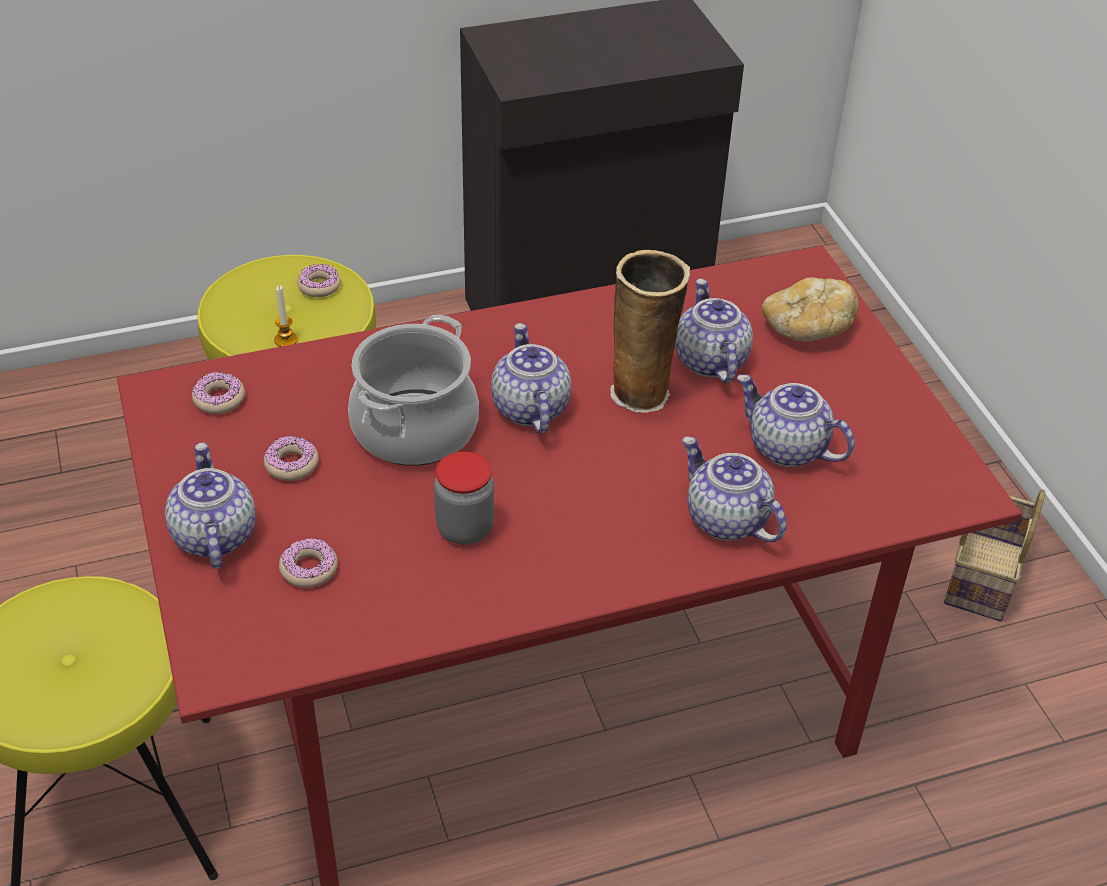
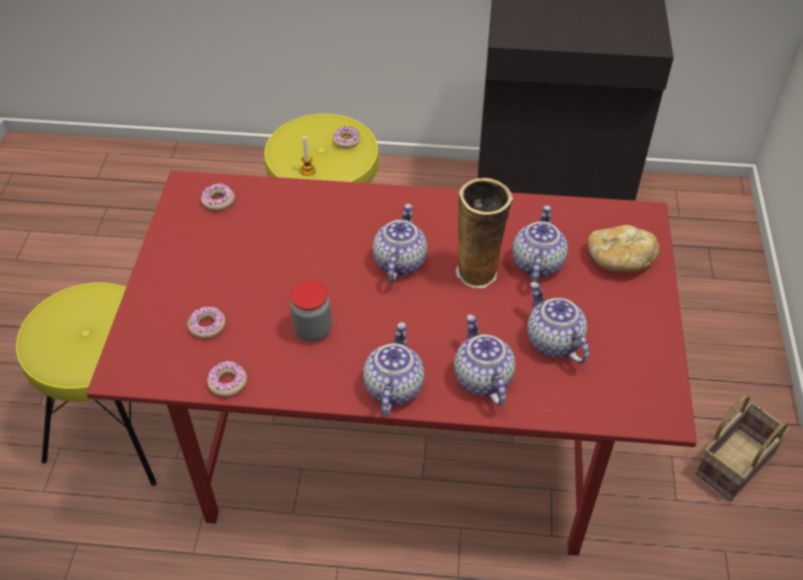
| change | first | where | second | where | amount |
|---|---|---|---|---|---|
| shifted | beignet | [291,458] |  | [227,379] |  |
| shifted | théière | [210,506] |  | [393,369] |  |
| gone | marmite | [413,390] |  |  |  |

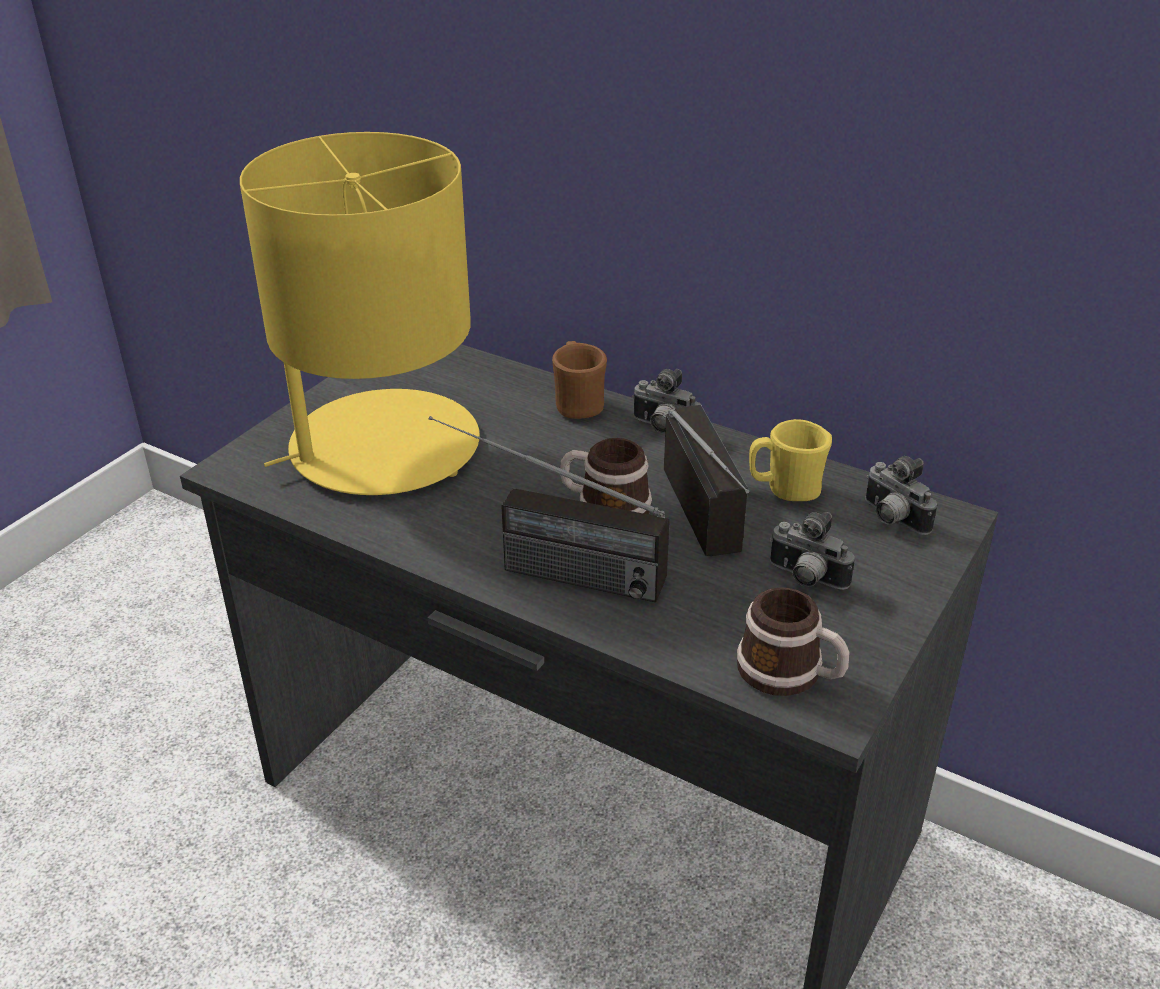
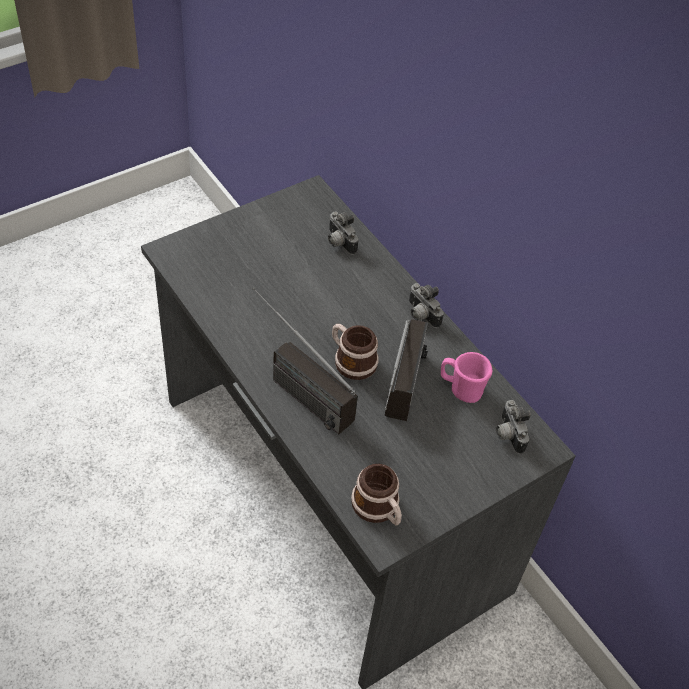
| change | first | where | second | where | amount |
|---|---|---|---|---|---|
| shifted | appareil photo | [812,551] |  | [343,233] |  |
| repainted | mug (jaune) | [790,460] | mug (rose) | [466,377] |  |
| gone | lampe de table (jaune) | [360,313] |  |  |  |
| gone | mug (marron) | [579,380] |  |  |  |

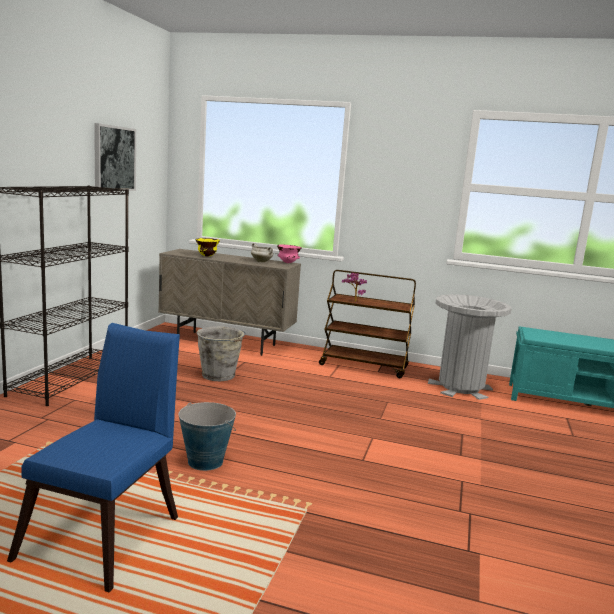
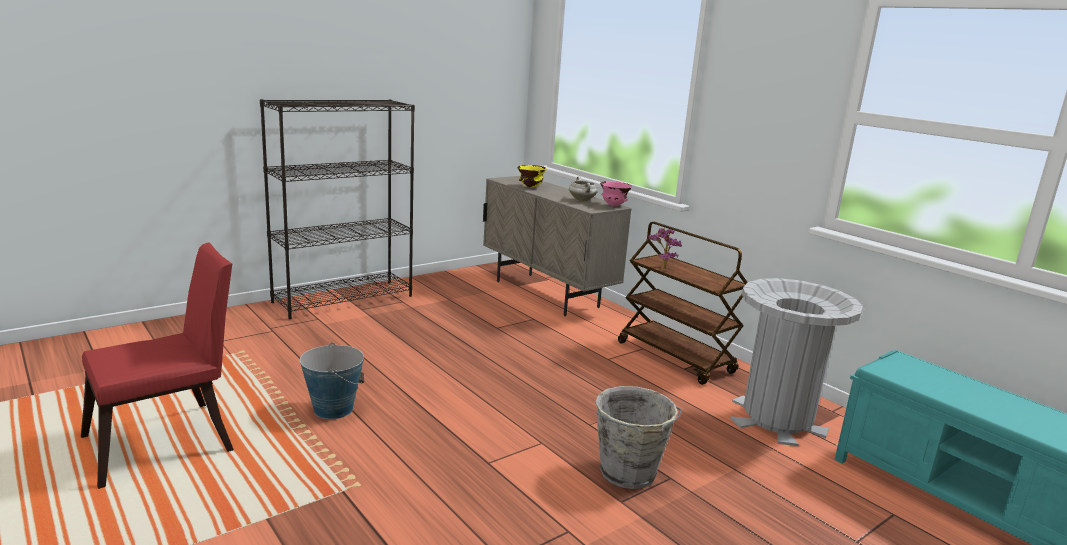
| change | first | where | second | where | amount |
|---|---|---|---|---|---|
| repainted | chaise (bleu) | [93,457] | chaise (rouge) | [157,365] |  |
| shifted | seau (gris) | [221,354] |  | [638,437] |  |
| gone | tableau | [115,157] |  |  |  |

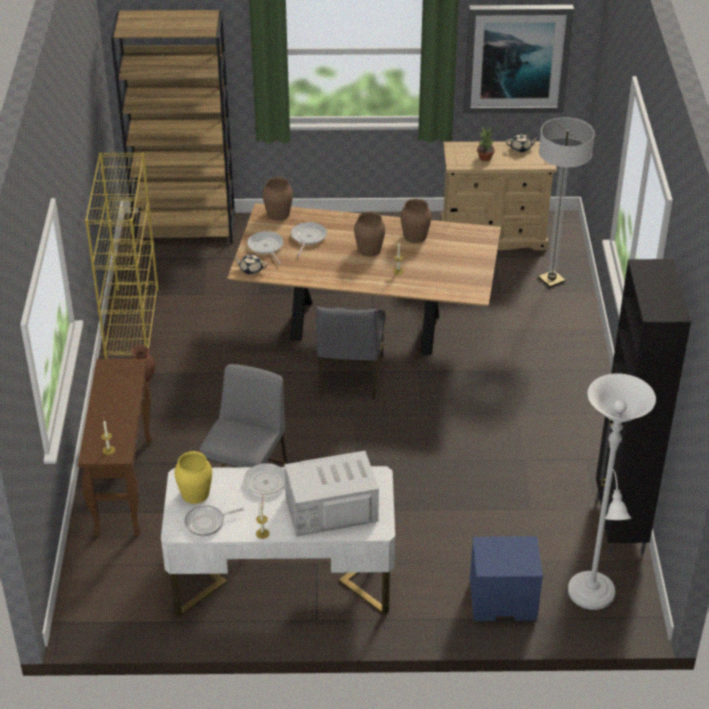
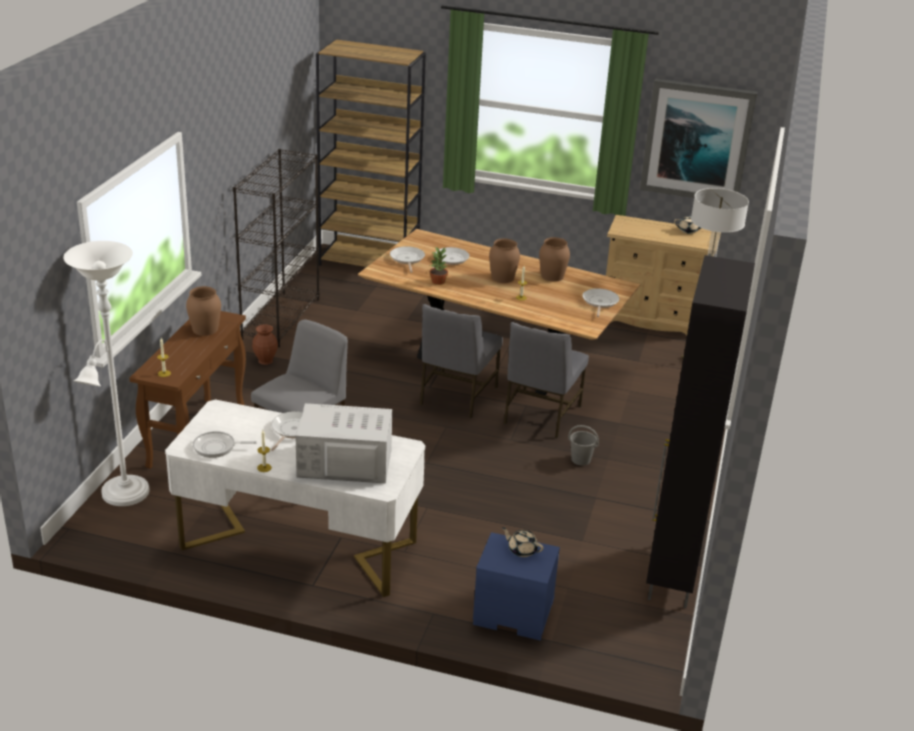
| change | first | where | second | where | amount |
|---|---|---|---|---|---|
| shifted | lampadaire (blanc) | [612,491] |  | [106,373] |  |
| shifted | vase (marron) | [277,199] |  | [203,311] |  |
| repainted | bibliothèque (jaune) | [121,255] | bibliothèque (noir) | [276,248] |  |
| shifted | plante en pot | [486,144] |  | [439,265] |  |
| shifted | théière (beige) | [250,264] |  | [523,542] |  |
| new |  |  | chaise (gris) | [546,380] |  |
| new |  |  | seau (gris) | [583,445] |  |
| new |  |  | poêle | [600,302] |  |
| gone | vase (jaune) | [193,477] |  |  |  |

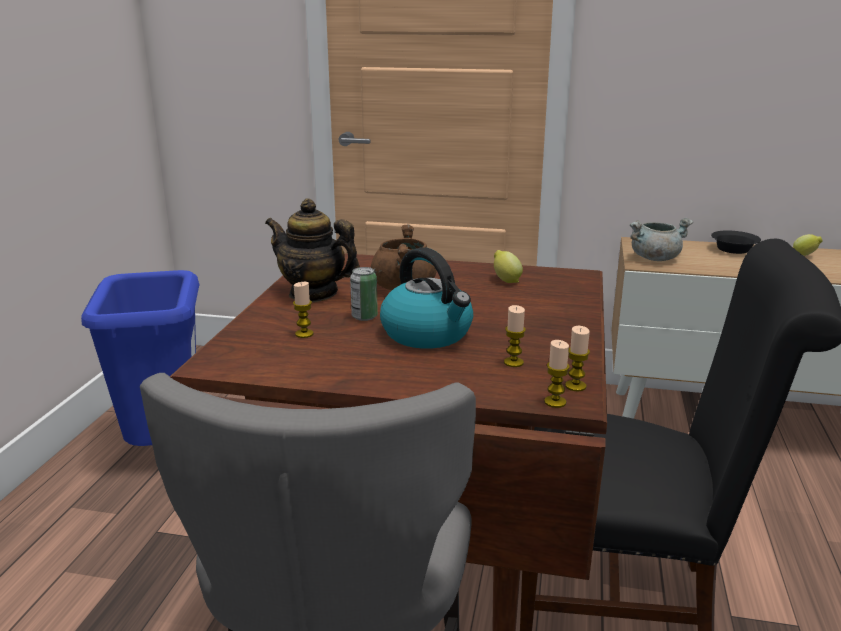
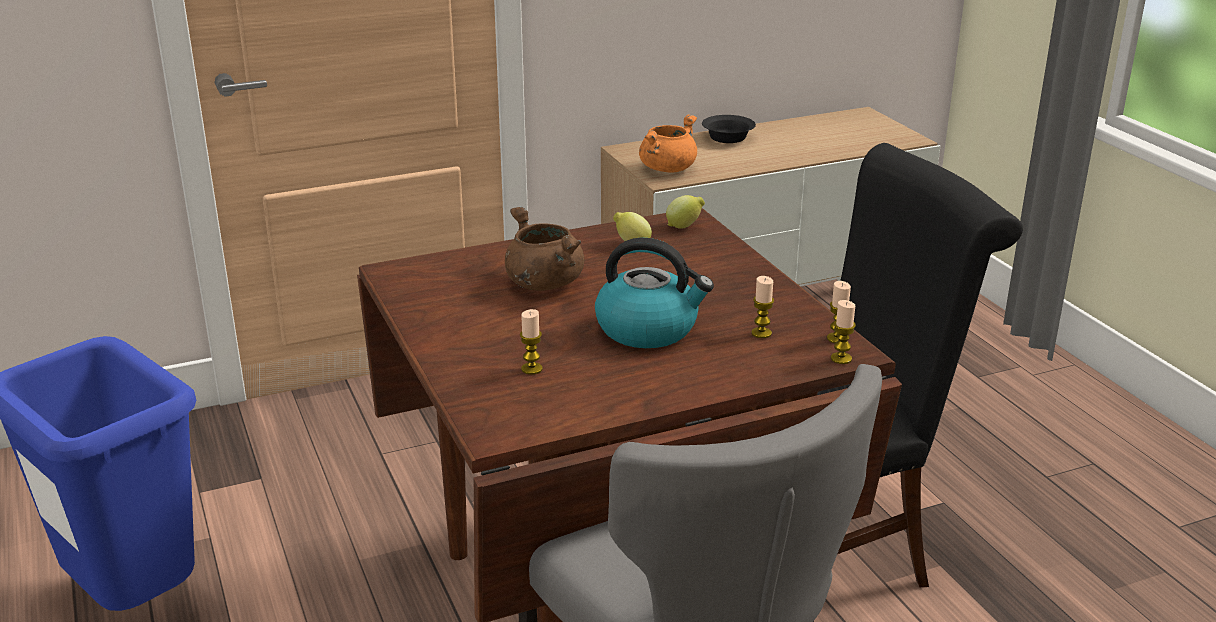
| change | first | where | second | where | amount |
|---|---|---|---|---|---|
| repainted | marmite (gris) | [661,239] | marmite (orange) | [668,143] |  |
| shifted | citron | [808,245] |  | [685,212] |  |
| gone | théière | [312,250] |  |  |  |
| gone | boîte métallique | [364,294] |  |  |  |

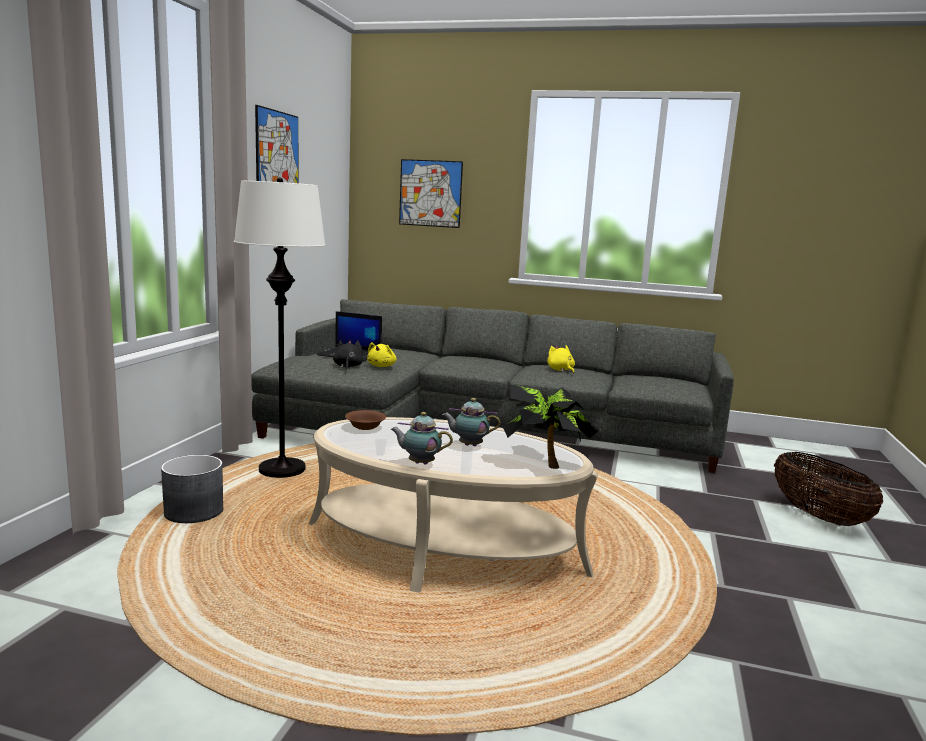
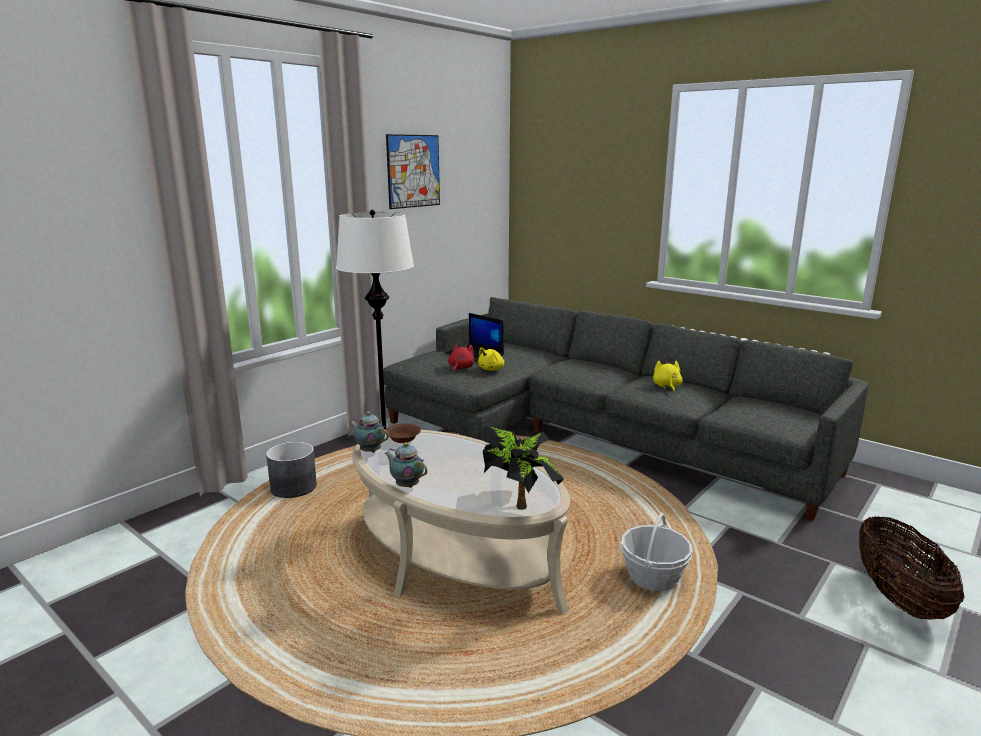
| change | first | where | second | where | amount |
|---|---|---|---|---|---|
| shifted | théière | [471,422] |  | [369,432] |  |
| repainted | peluche (noir) | [348,355] | peluche (rouge) | [461,358] |  |
| new |  |  | panier | [656,552] |  |
| gone | tableau | [431,193] |  |  |  |

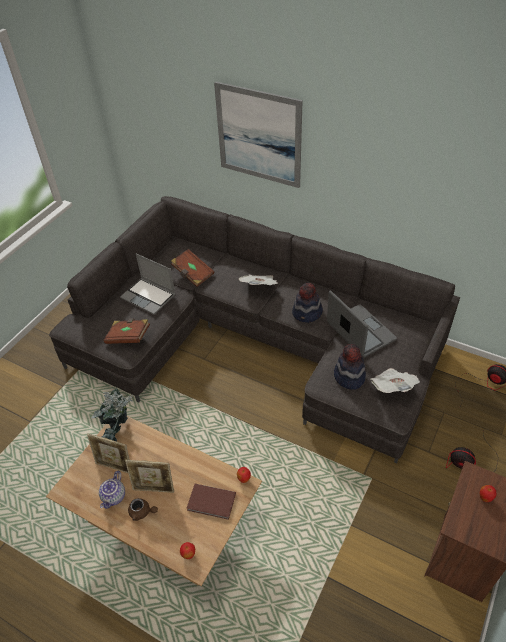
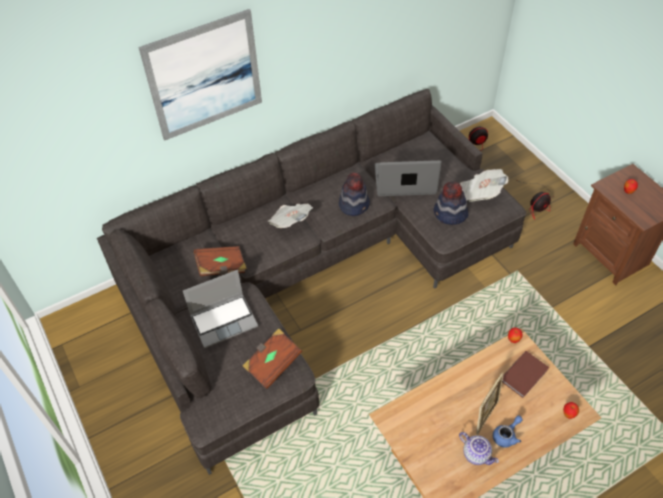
| change | first | where | second | where | amount |
|---|---|---|---|---|---|
| repainted | théière (marron) | [143,509] | théière (bleu) | [508,431] |  |
| gone | cadre photo | [108,453] |  |  |  |
| gone | plante en pot | [112,414] |  |  |  |

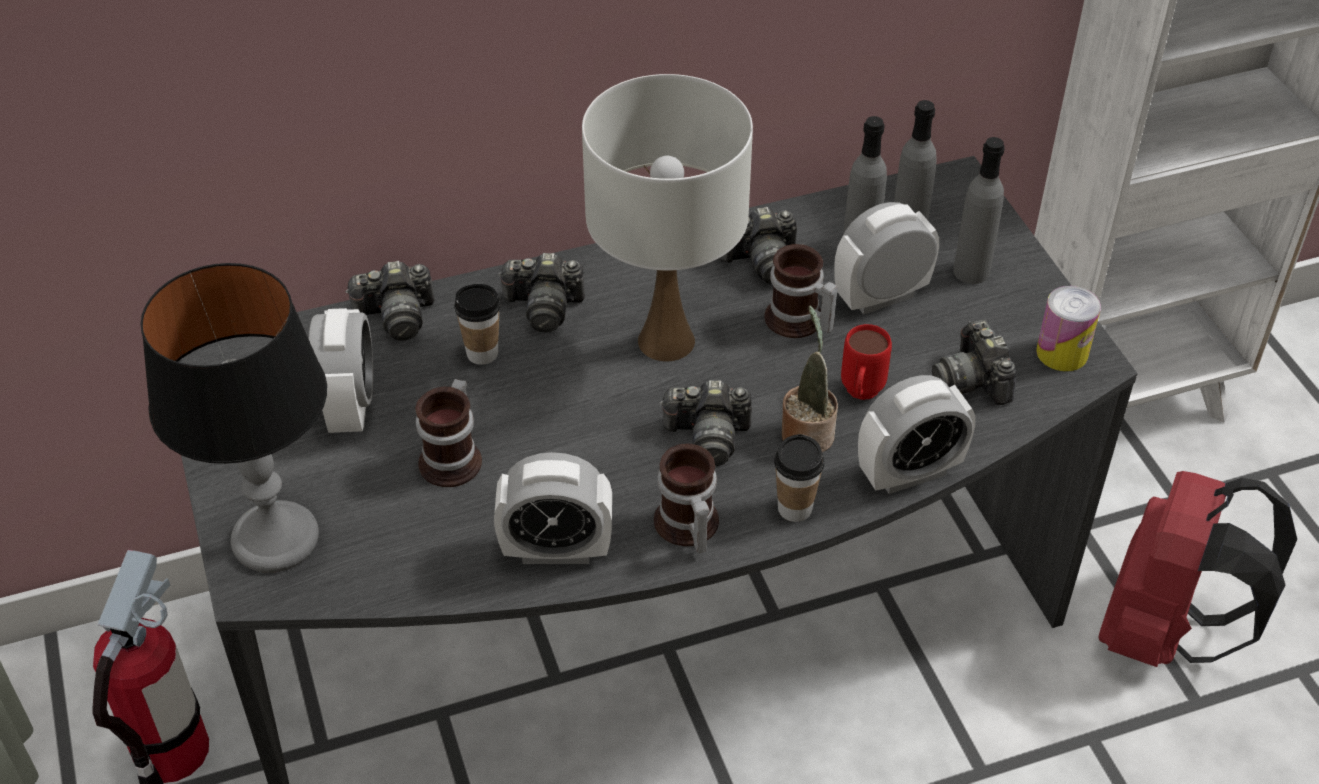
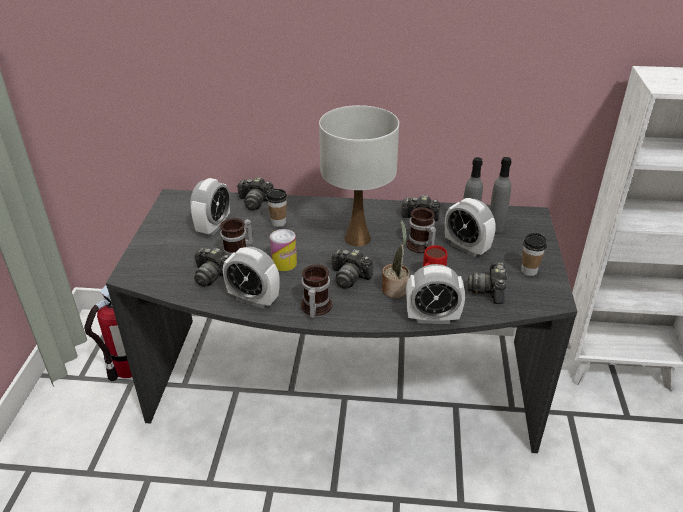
| change | first | where | second | where | amount |
|---|---|---|---|---|---|
| shifted | appareil photo | [541,292] |  | [212,267] |  |
| shifted | boîte métallique | [1068,329] |  | [283,250] |  |
| rotated | réveil | [886,258] |  | [470,227] | 135 degrees counterclockwise |
| shifted | tasse | [799,478] |  | [534,254] |  |
| gone | lampe de table | [233,418] |  |  |  |
| gone | bouteille (gris) | [979,210] |  |  |  |
| gone | sac à dos (rouge) | [1198,569] |  |  |  |

